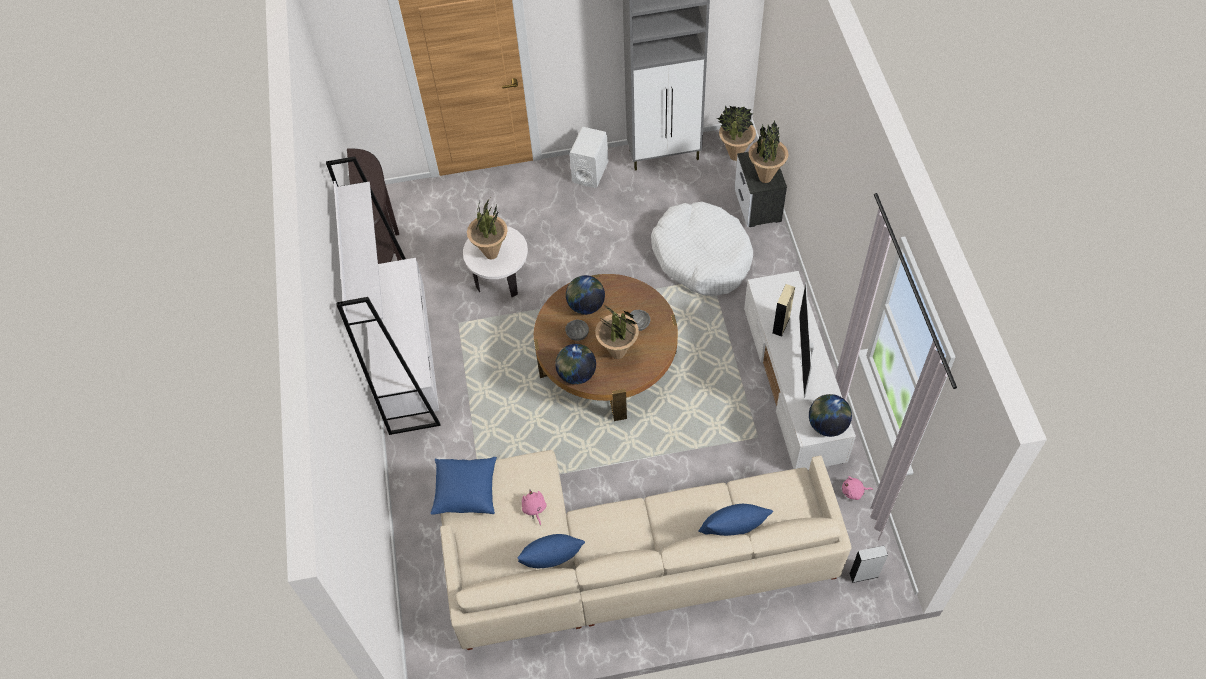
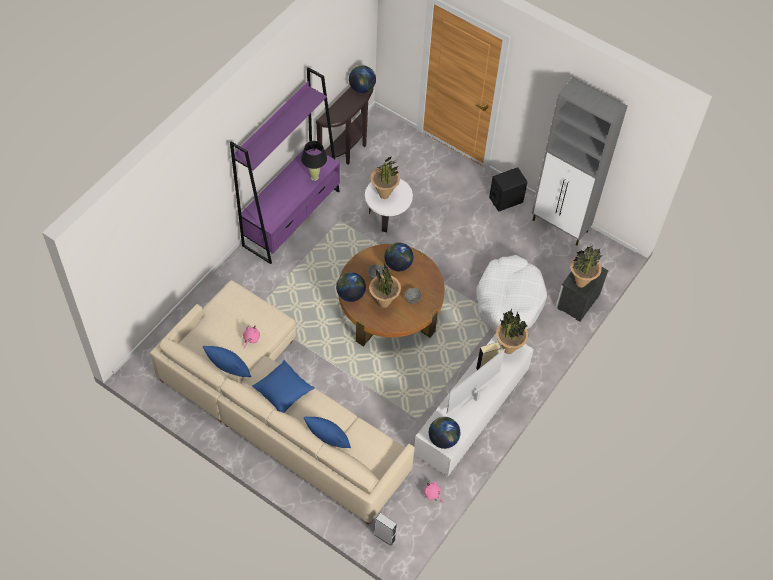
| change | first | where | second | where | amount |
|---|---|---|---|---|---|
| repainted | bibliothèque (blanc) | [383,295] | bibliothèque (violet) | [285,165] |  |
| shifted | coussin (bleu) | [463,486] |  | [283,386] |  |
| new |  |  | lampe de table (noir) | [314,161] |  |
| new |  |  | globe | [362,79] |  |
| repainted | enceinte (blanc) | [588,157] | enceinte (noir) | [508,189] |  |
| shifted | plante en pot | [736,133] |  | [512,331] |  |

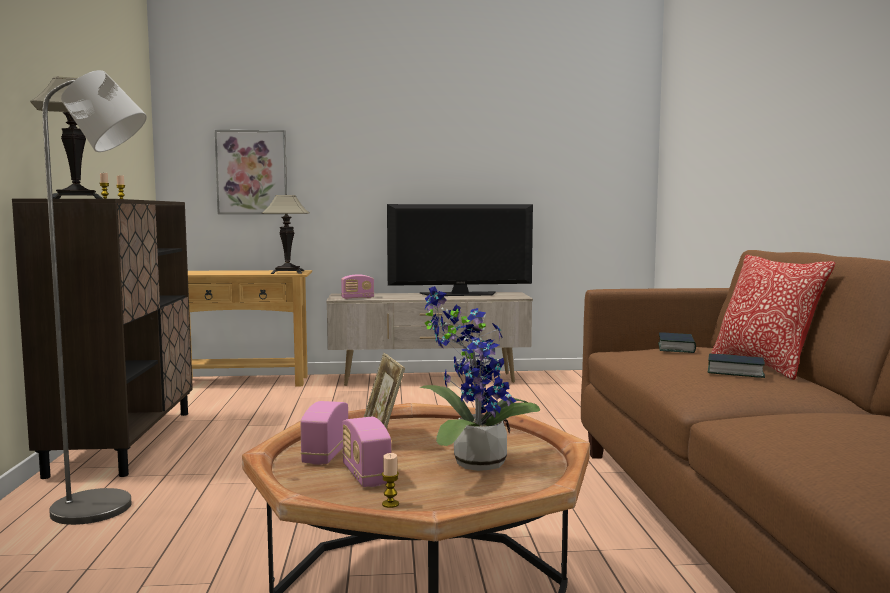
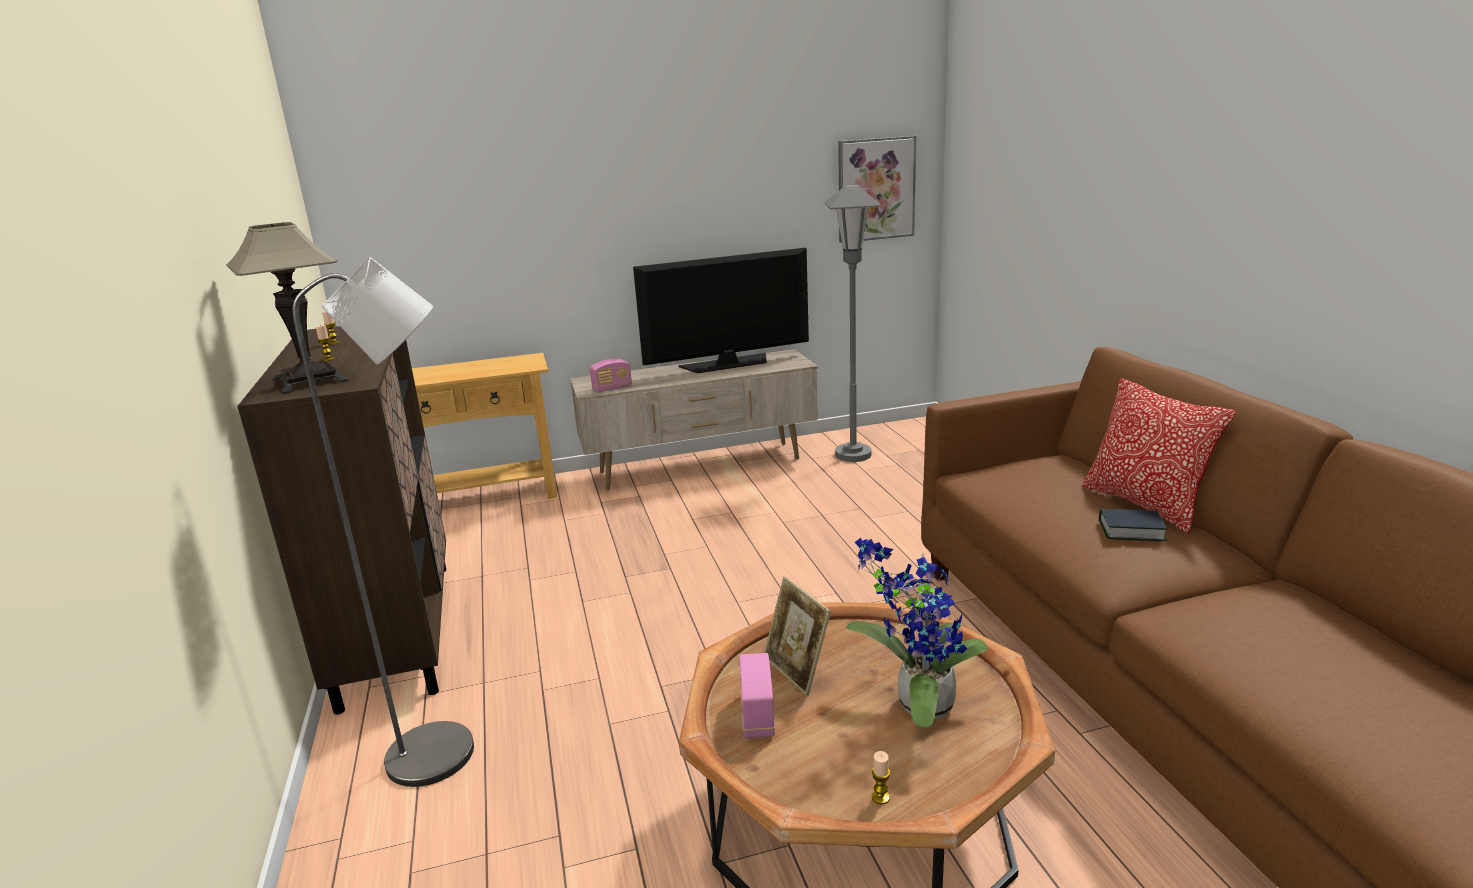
| change | first | where | second | where | amount |
|---|---|---|---|---|---|
| new |  |  | lampadaire (gris) | [853,323] |  |
| shifted | tableau | [251,172] |  | [877,189] |  |
| gone | lampe de table | [286,234] |  |  |  |
| gone | radio | [366,452] |  |  |  |
| gone | livre | [677,342] |  |  |  |

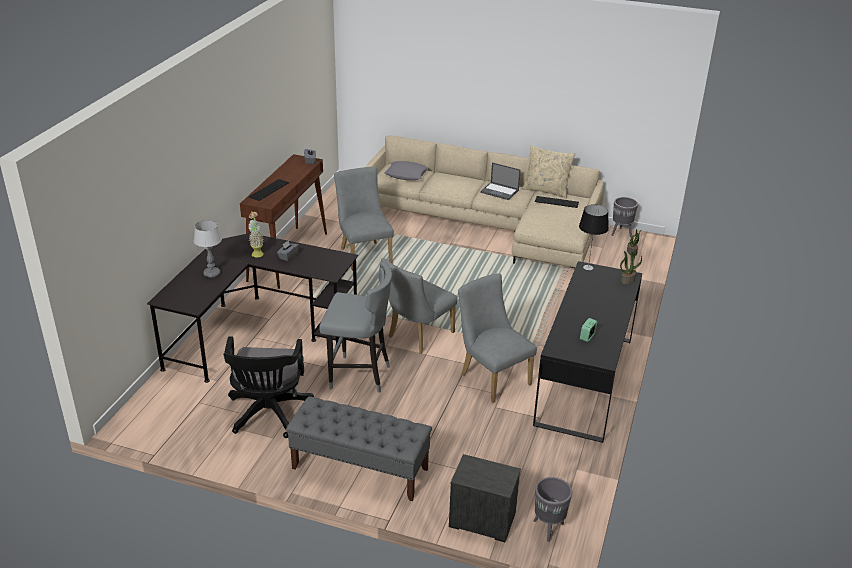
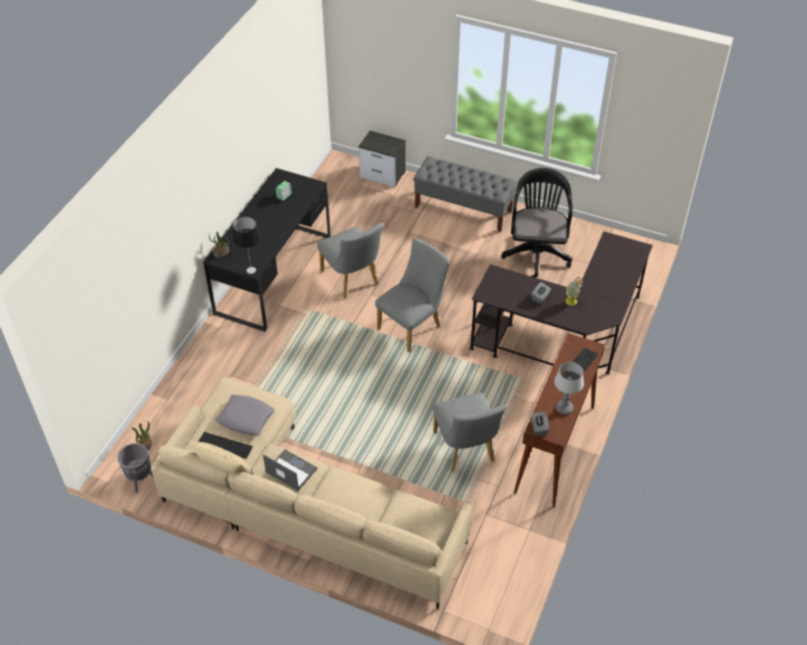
| change | first | where | second | where | amount |
|---|---|---|---|---|---|
| shifted | coussin (gris) | [406,170] |  | [245,415] |  |
| shifted | lampe de table | [208,249] |  | [569,388] |  |
| gone | tabouret (gris) | [355,327] |  |  |  |
| gone | cache-pot (gris) | [553,509] |  |  |  |

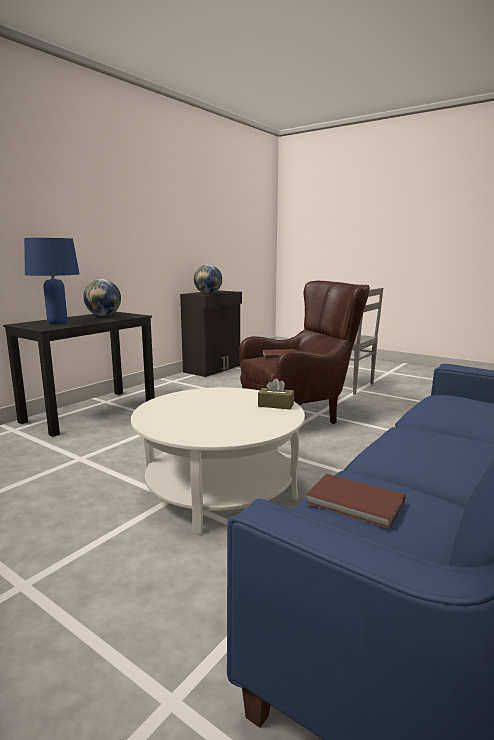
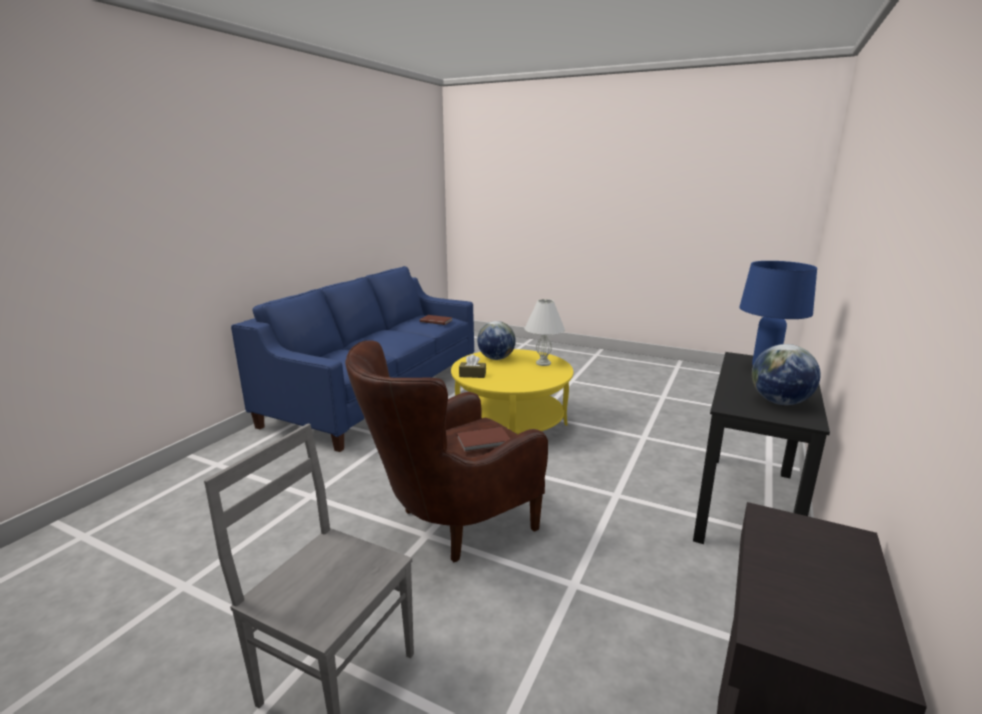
| change | first | where | second | where | amount |
|---|---|---|---|---|---|
| repainted | table basse (blanc) | [218,461] | table basse (jaune) | [512,391] |  |
| shifted | globe | [208,279] |  | [496,340] |  |
| new |  |  | lampe de table (blanc) | [544,332] |  |

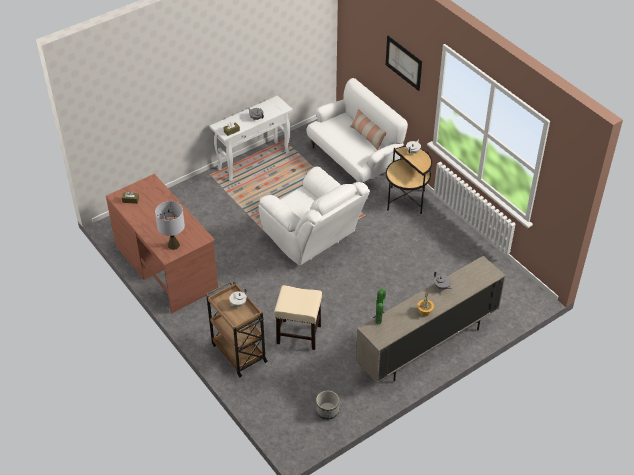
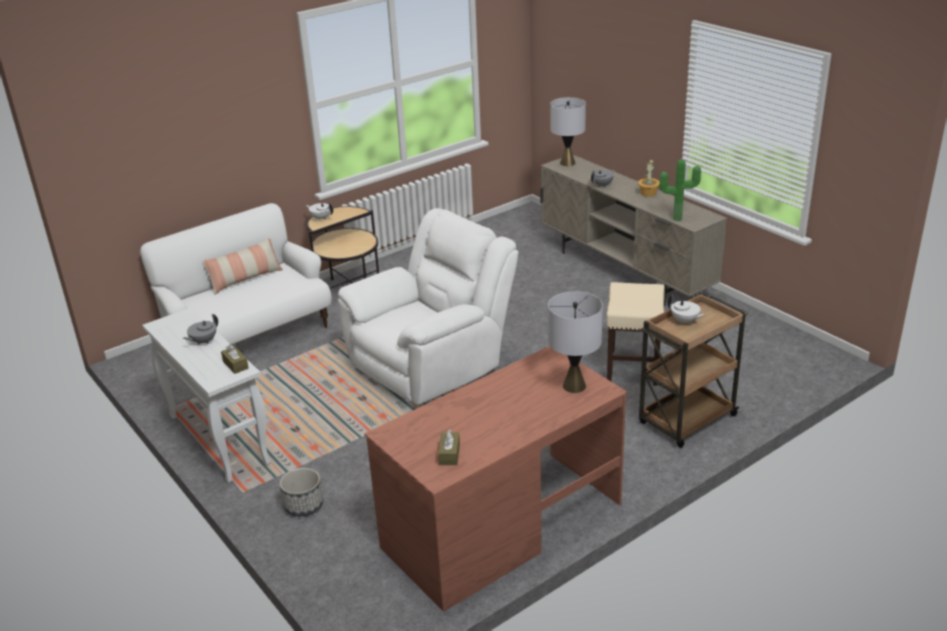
| change | first | where | second | where | amount |
|---|---|---|---|---|---|
| shifted | cache-pot | [327,405] |  | [301,492] |  |
| new |  |  | lampe de table (gris) | [568,131] |  |
| gone | tableau | [404,63] |  |  |  |

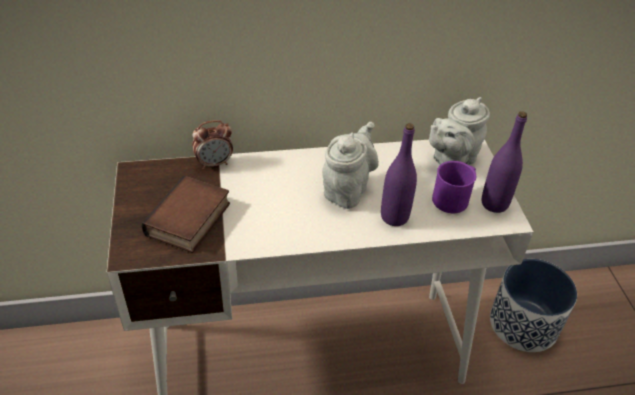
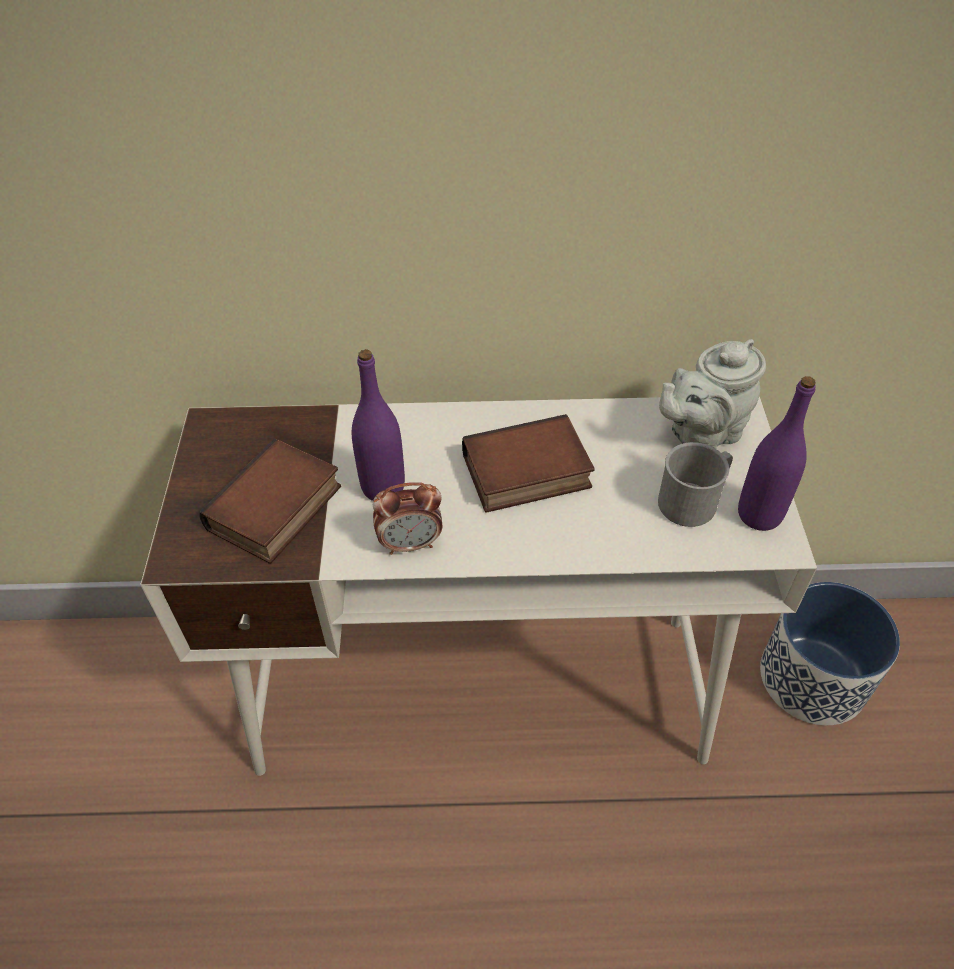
| change | first | where | second | where | amount |
|---|---|---|---|---|---|
| shifted | bouteille (violet) | [399,174] |  | [378,425] |  |
| shifted | réveil | [212,144] |  | [407,518] |  |
| swapped | théière (gris) | [350,165] | livre | [528,463] |  |
| repainted | mug (violet) | [454,187] | mug (gris) | [695,484] |  |

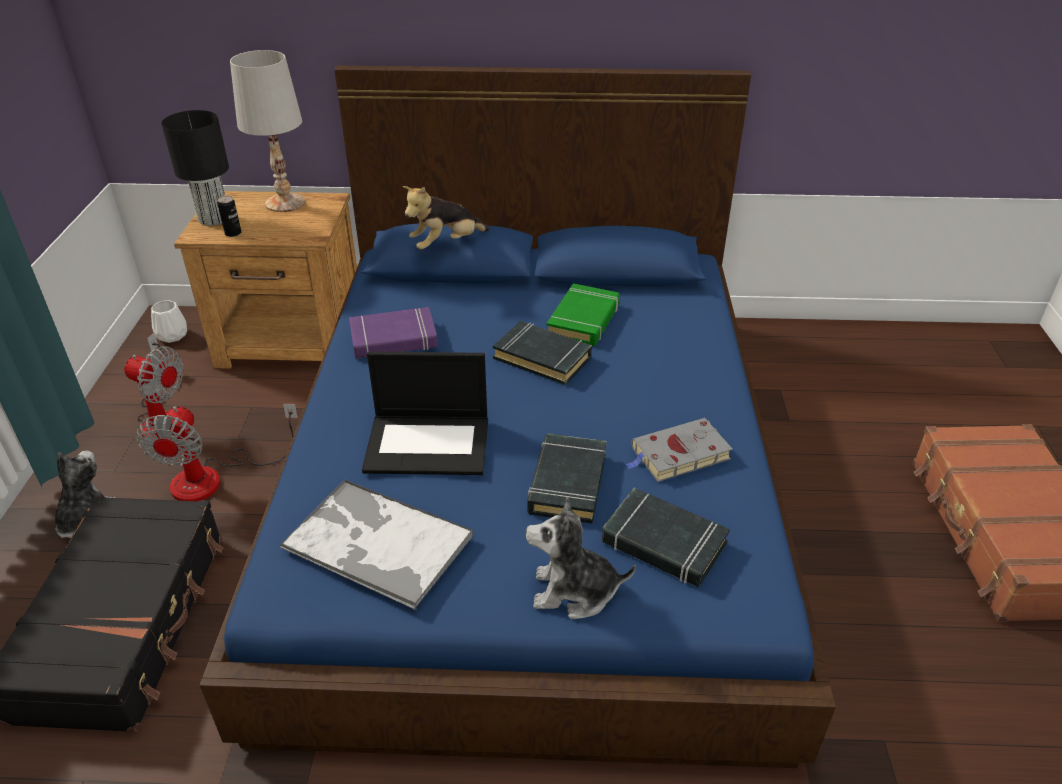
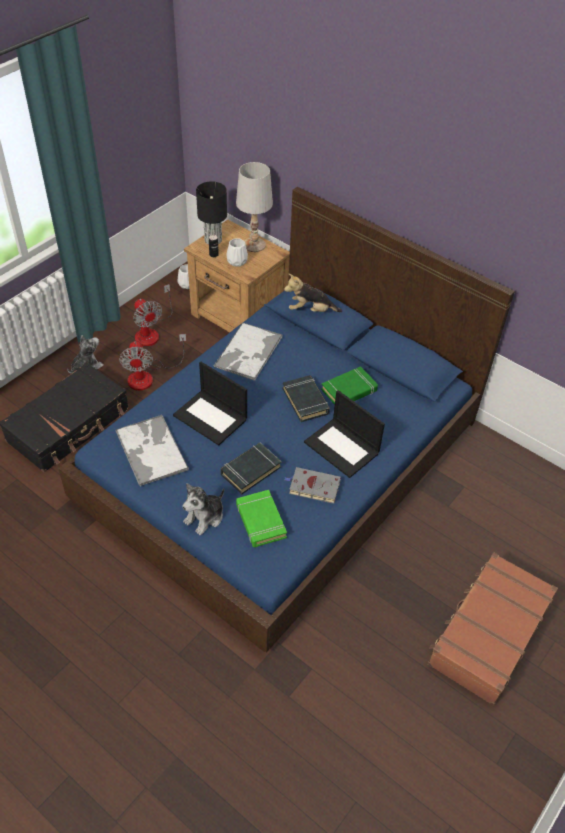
| change | first | where | second | where | amount |
|---|---|---|---|---|---|
| rotated | ventilateur | [217,452] |  | [152,362] | 45 degrees counterclockwise |
| rotated | peluche | [581,558] |  | [203,509] | 90 degrees counterclockwise |
| swapped | livre (violet) | [393,332] | plateau | [248,351] |  |
| new |  |  | vase (blanc) | [237,252] |  |
| repainted | livre (noir) | [666,537] | livre (vert) | [261,518] |  |
| new |  |  | ordinateur portable | [344,434] |  |

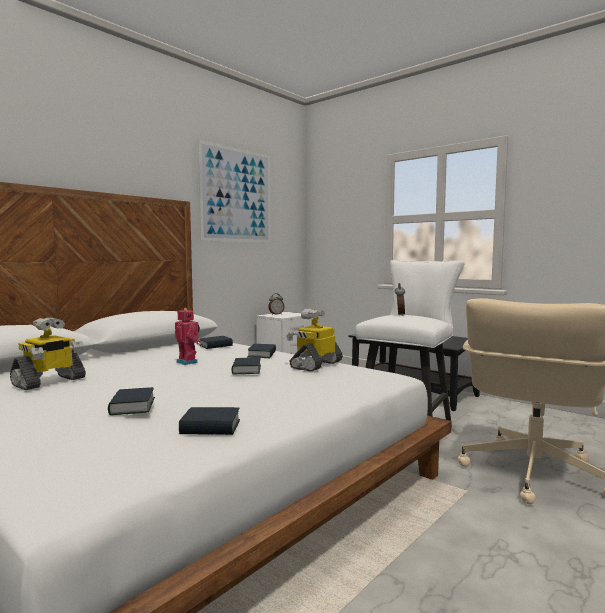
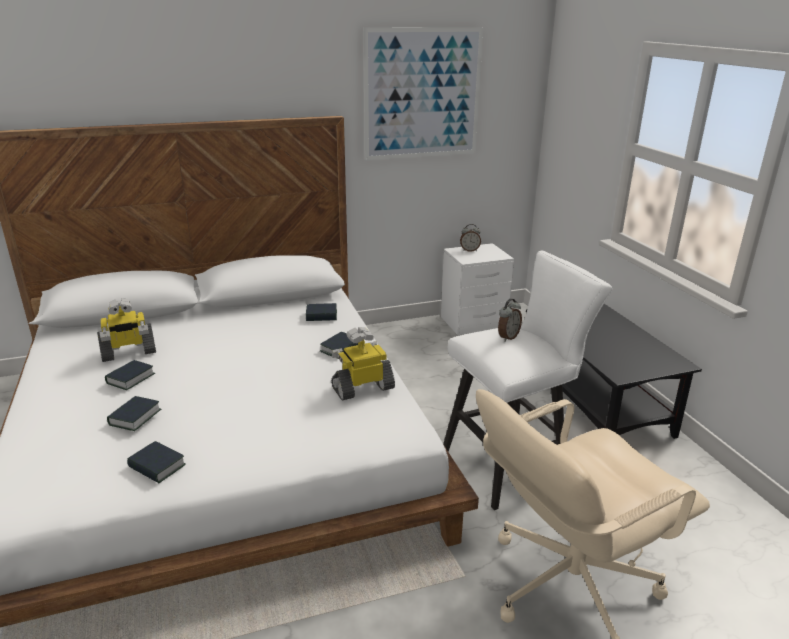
| change | first | where | second | where | amount |
|---|---|---|---|---|---|
| shifted | livre | [246,365] |  | [130,375] |  |
| gone | robot jouet | [188,336] |  |  |  |

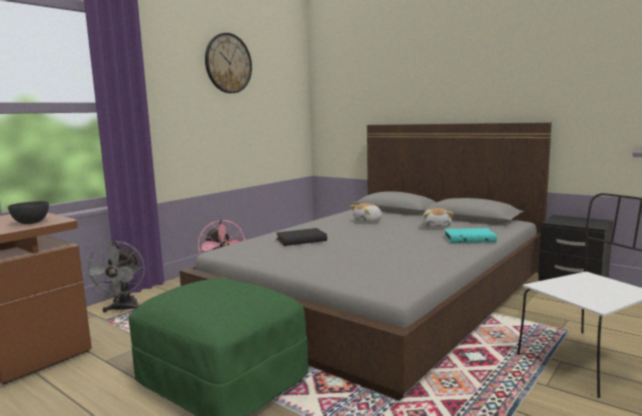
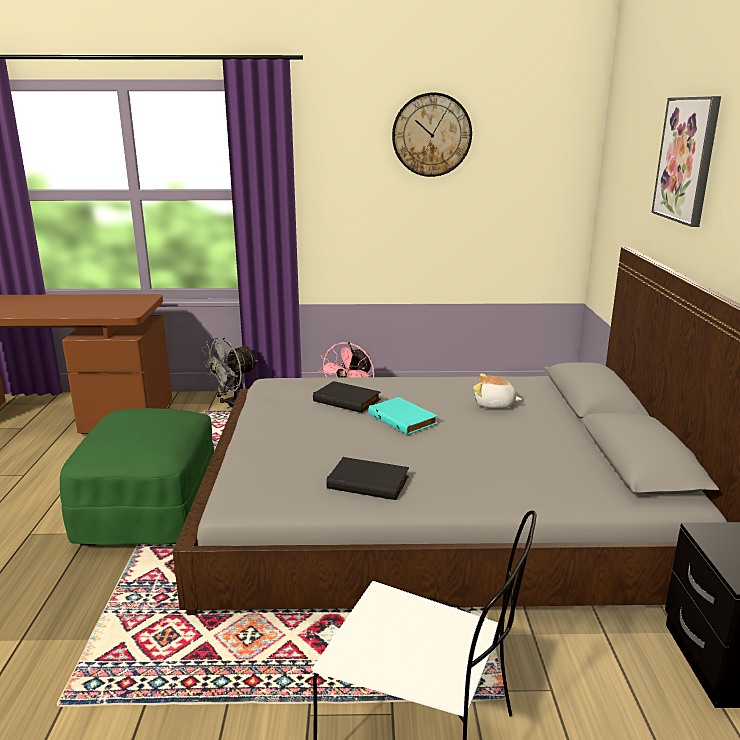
| change | first | where | second | where | amount |
|---|---|---|---|---|---|
| new |  |  | livre (noir) | [367,478] |  |
| shifted | livre (turquoise) | [470,235] |  | [403,416] |  |
| new |  |  | tableau | [686,161] |  |
| gone | bol (gris) | [28,212] |  |  |  |
| gone | peluche | [438,218] |  |  |  |

